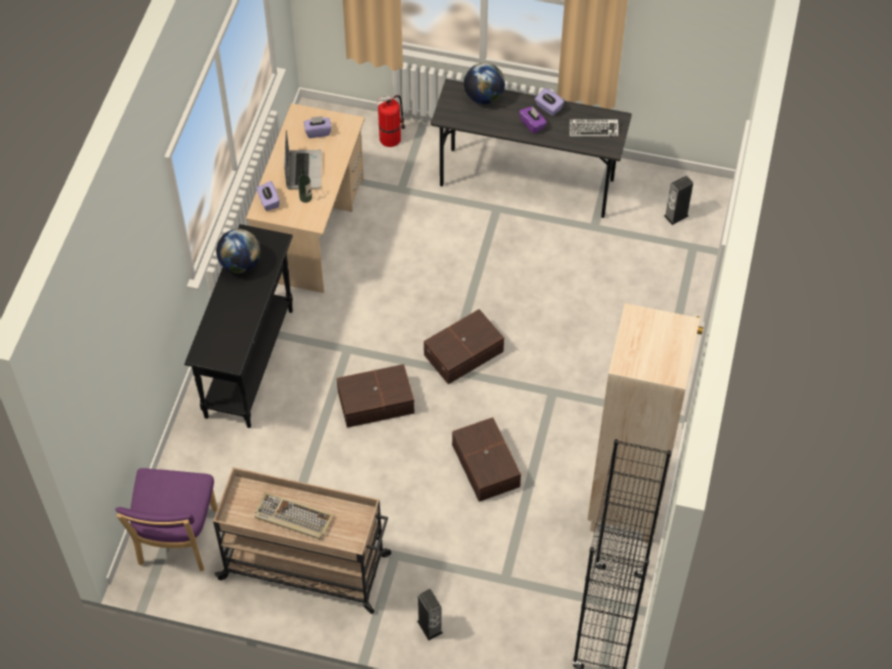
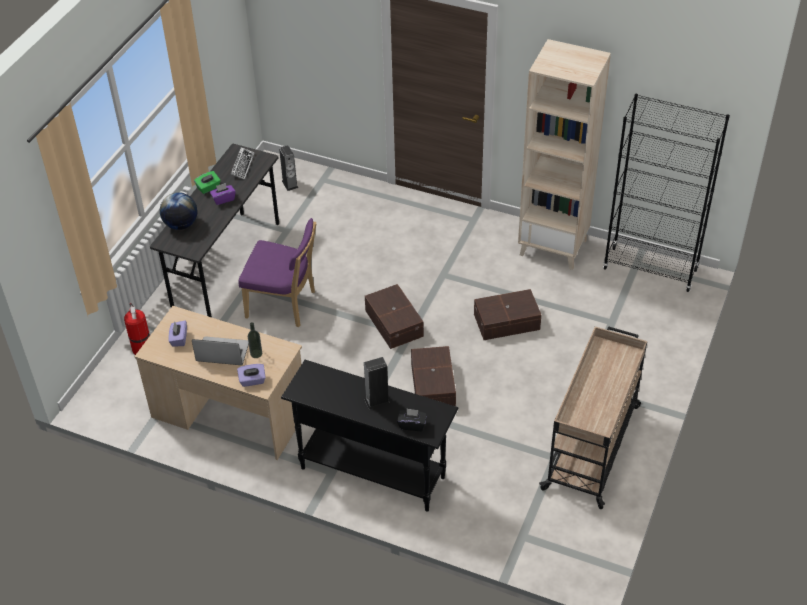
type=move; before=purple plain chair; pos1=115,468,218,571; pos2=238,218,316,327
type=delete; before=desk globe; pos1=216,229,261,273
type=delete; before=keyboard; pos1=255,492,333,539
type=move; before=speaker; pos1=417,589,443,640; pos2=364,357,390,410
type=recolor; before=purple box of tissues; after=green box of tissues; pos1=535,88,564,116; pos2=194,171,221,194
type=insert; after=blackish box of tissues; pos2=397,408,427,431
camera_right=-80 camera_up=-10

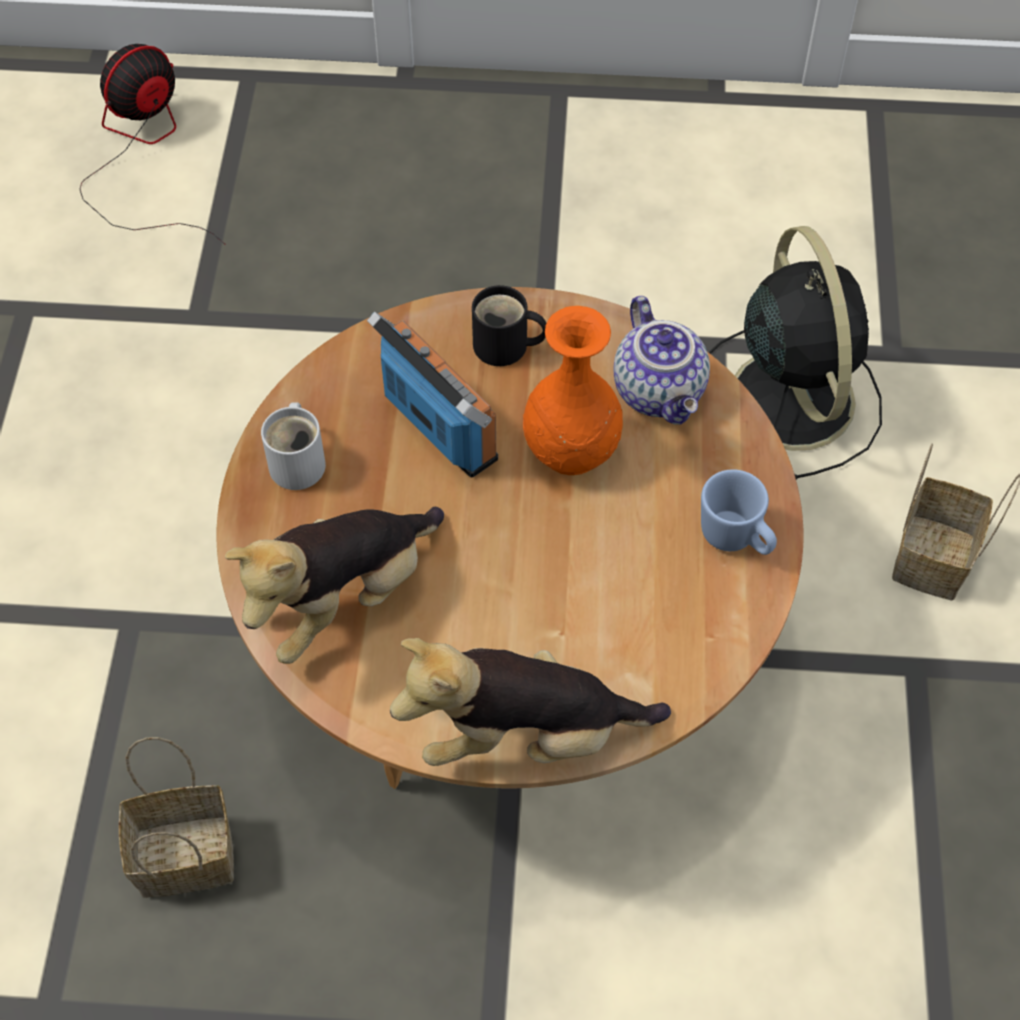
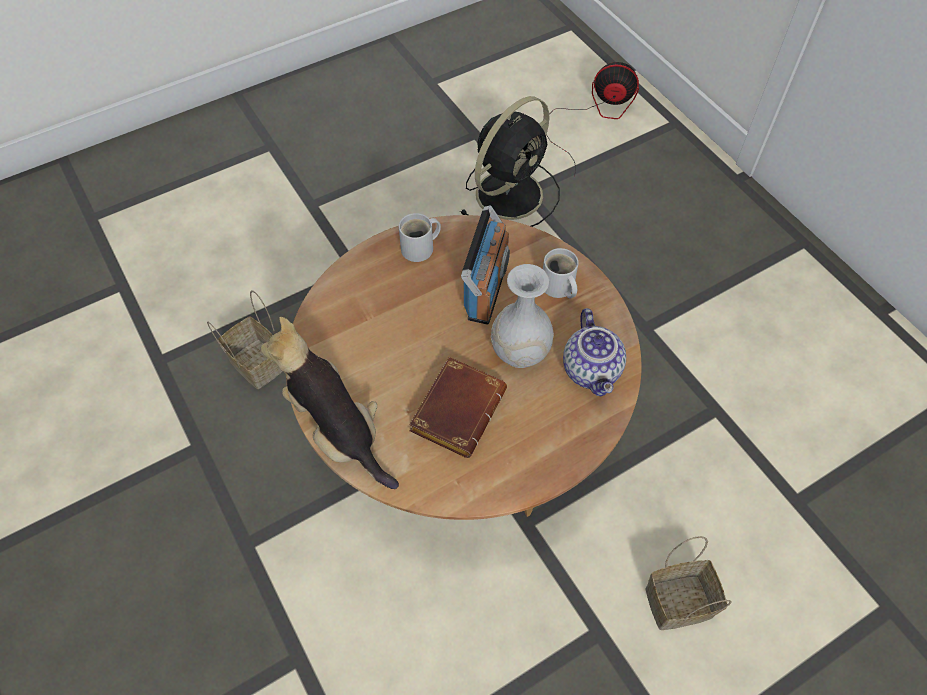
type=delete; before=plush toy; pos1=225,507,444,664
type=recolor; before=blackish mug; after=white mug; pos1=472,285,546,366; pos2=543,248,579,298
type=recolor; before=orangey flower vase; after=white flower vase; pos1=523,306,623,475; pos2=491,264,554,368
type=rotate; before=pot for tea; pos1=613,296,710,425; pos2=563,308,626,396; turn=-45
type=delete; before=bluish mug; pos1=701,469,777,555
type=move; before=blackish fan; pos1=709,226,882,480; pos2=460,96,560,227
type=insert; after=brown-coloured bound book; pos2=409,357,507,458
camera_right=55 camera_up=0

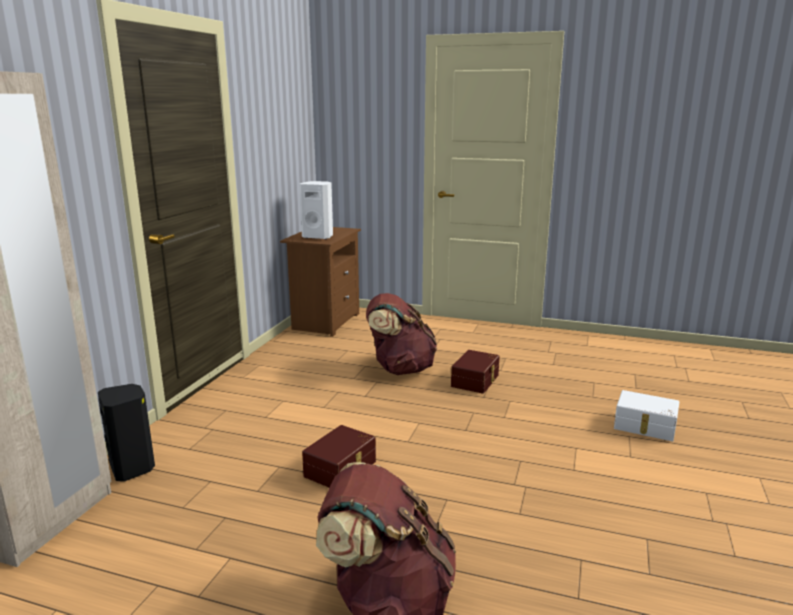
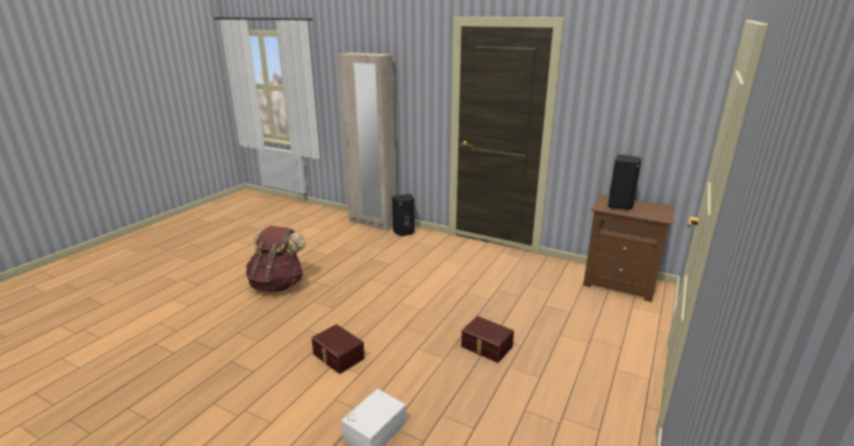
type=recolor; before=white speaker; after=blackish speaker; pos1=299,181,333,239; pos2=608,154,642,210
type=move; before=brown-coloured storage container; pos1=302,425,376,488; pos2=312,324,365,374
type=delete; before=brown-coloured rucksack; pos1=366,293,437,375
camera_right=100 camera_up=5

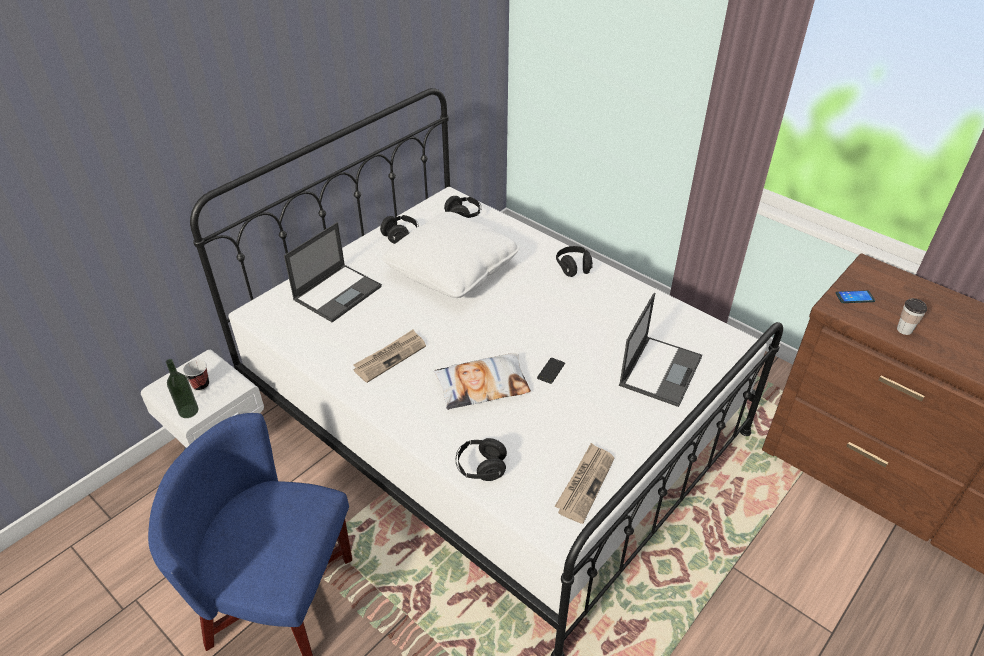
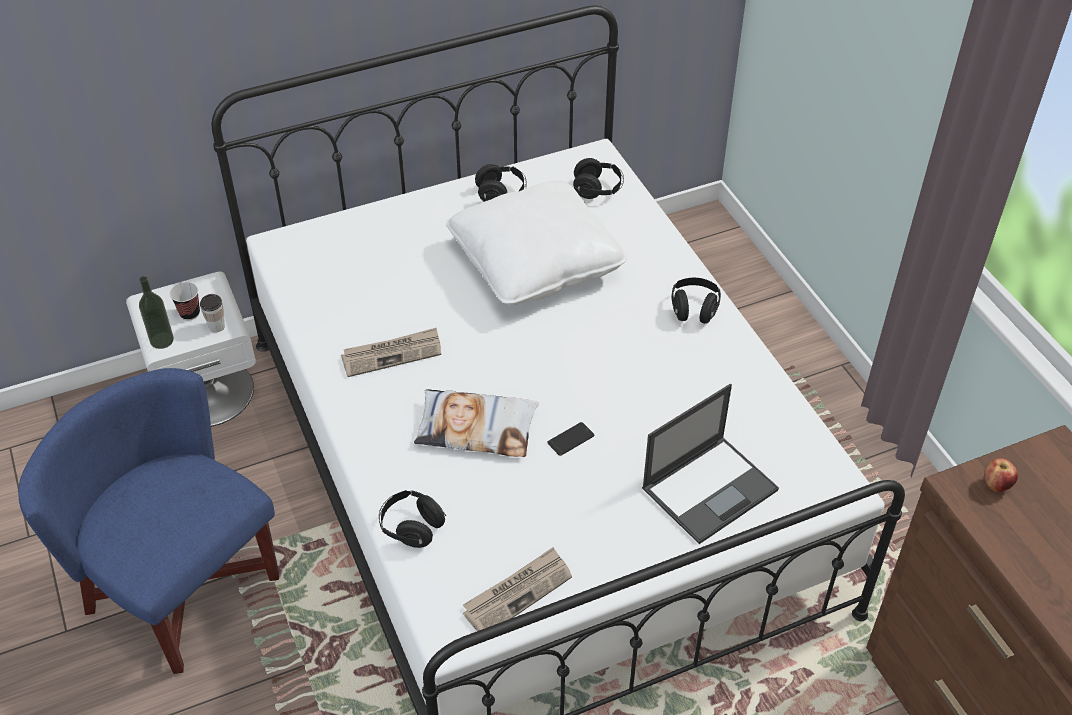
type=delete; before=notebook computer; pos1=284,222,382,322
type=replace; before=phone; after=apple fruit; pos1=836,290,875,303; pos2=985,458,1018,492
type=move; before=drinking cup; pos1=897,298,927,335; pos2=200,294,225,333
camera_right=25 camera_up=5

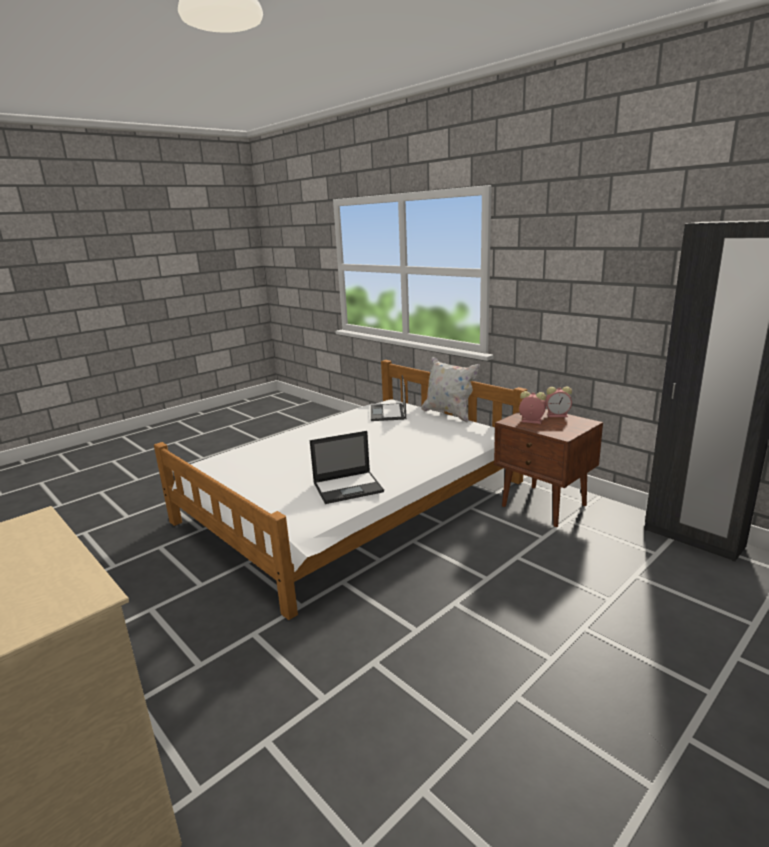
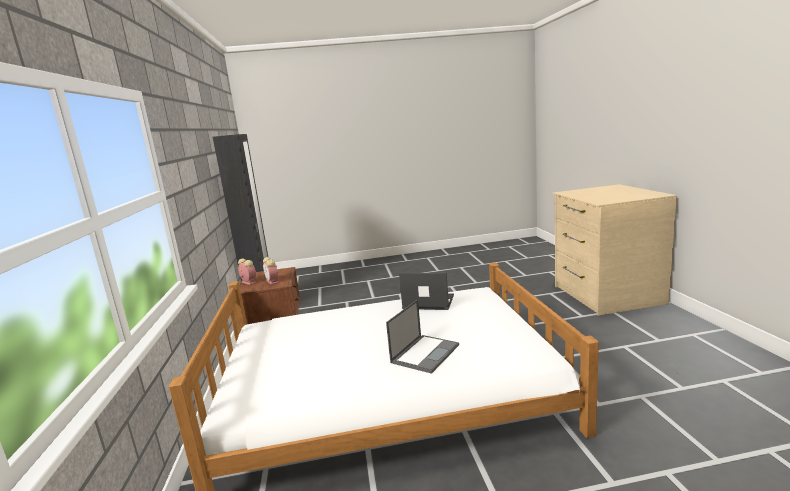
type=move; before=notebook computer; pos1=371,375,406,421; pos2=386,300,459,374
type=delete; before=white pillow; pos1=421,357,480,422
camera_right=-145 camera_up=-5

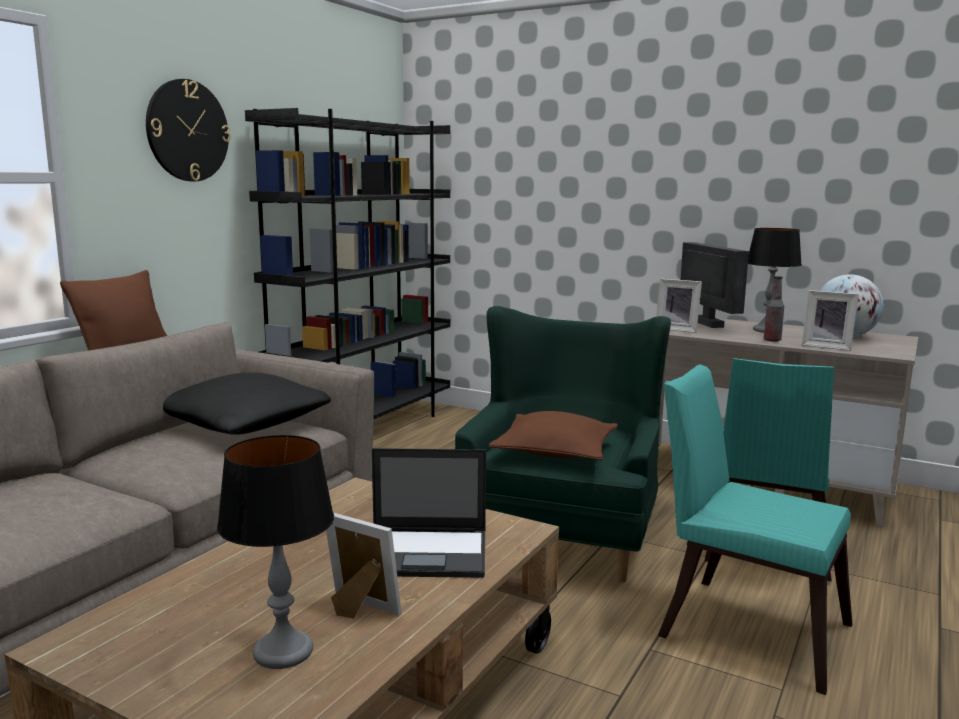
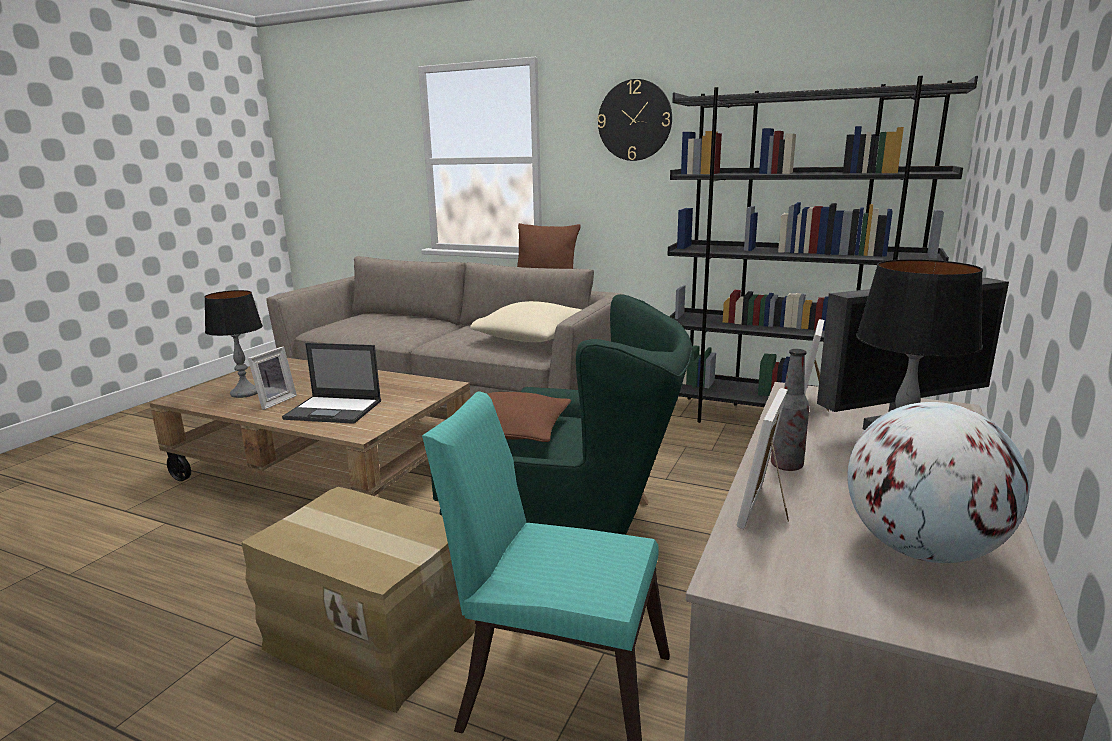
type=recolor; before=blackish pillow; after=beige-coloured pillow; pos1=163,372,331,435; pos2=470,301,582,342
type=rotate; before=notebook computer; pos1=372,448,486,578; pos2=282,343,381,424; turn=-75
type=replace; before=turquoise-coloured plain chair; after=carton; pos1=658,364,853,695; pos2=241,487,476,713
camera_right=85 camera_up=5

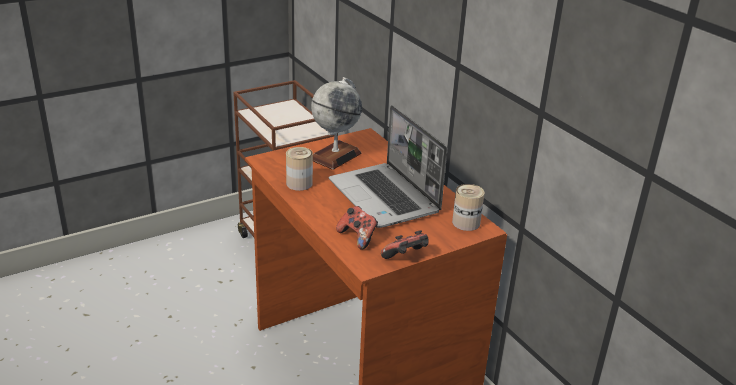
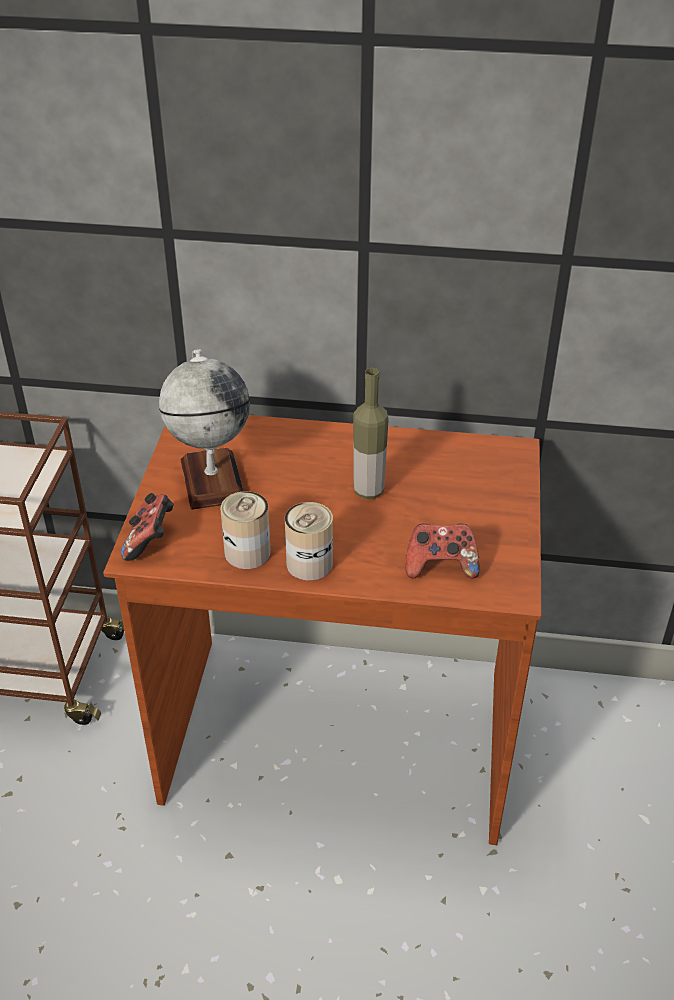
type=replace; before=notebook computer; after=bottle; pos1=329,105,447,228; pos2=353,368,389,499
type=move; before=joypad; pos1=381,230,428,259; pos2=121,493,174,561
type=move; before=metal can; pos1=452,184,484,231; pos2=285,502,333,580
camera_right=-50 camera_up=10

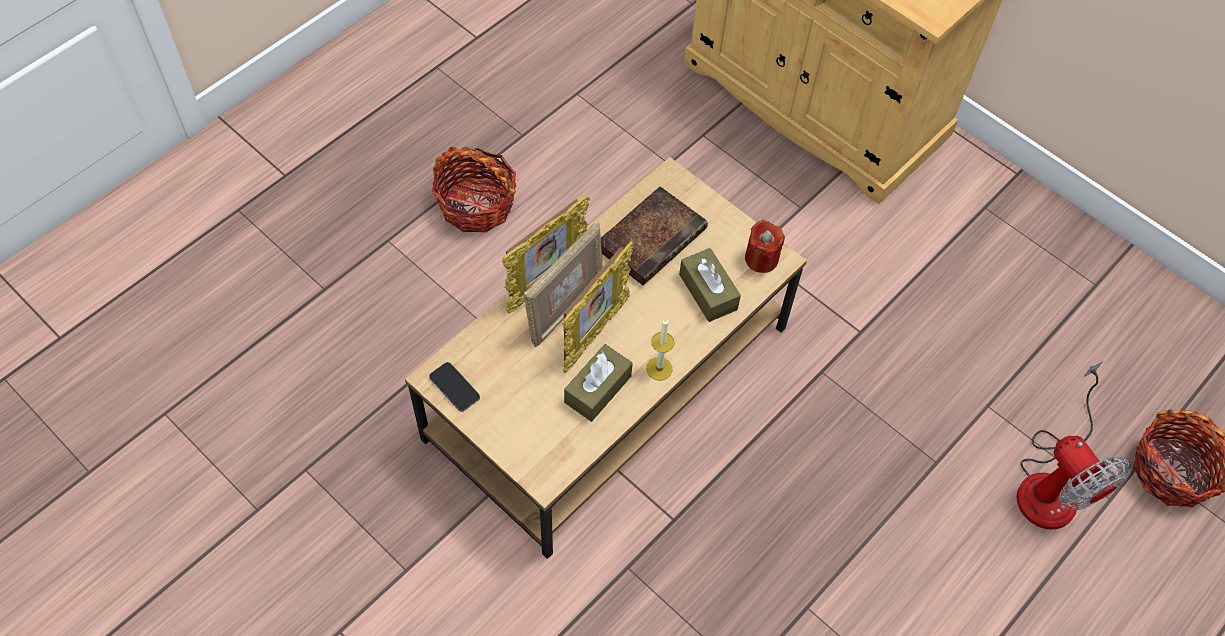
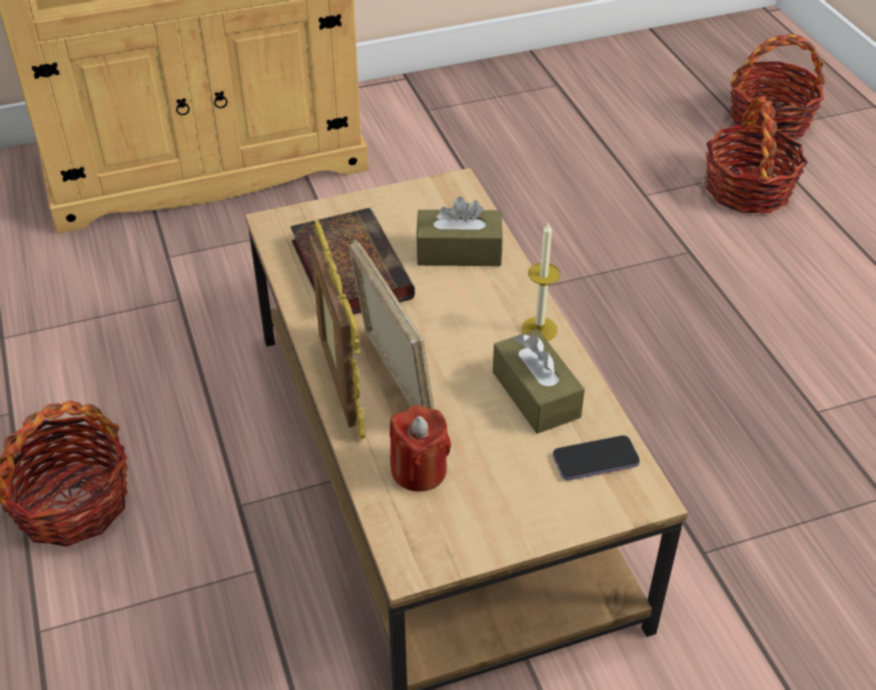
type=move; before=phone; pos1=429,362,480,412; pos2=553,435,640,480
type=delete; before=picture frame; pos1=562,242,634,373
type=move; before=red wax light; pos1=745,220,785,273; pos2=390,405,451,491
type=replace; before=fan; after=household basket; pos1=1017,361,1131,530; pos2=706,96,808,213
camera_right=-60 camera_up=-15

